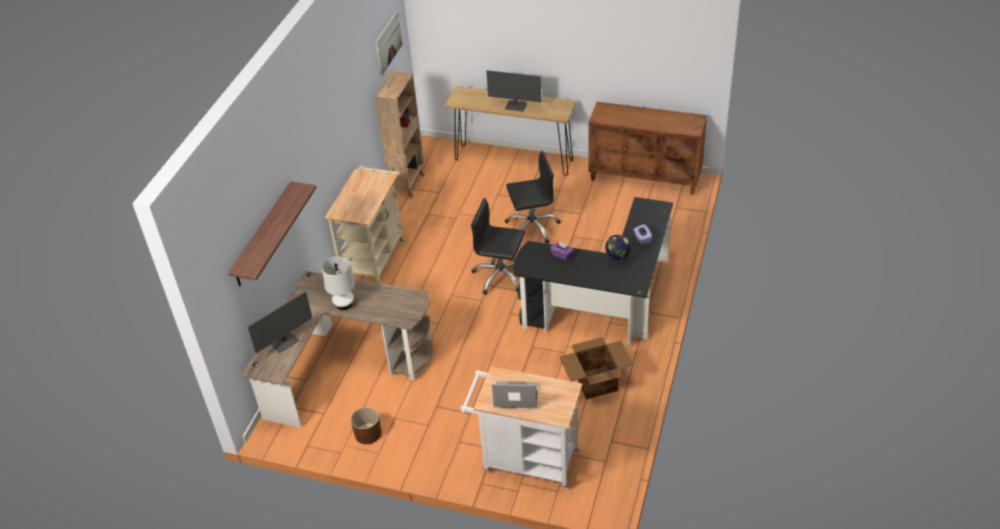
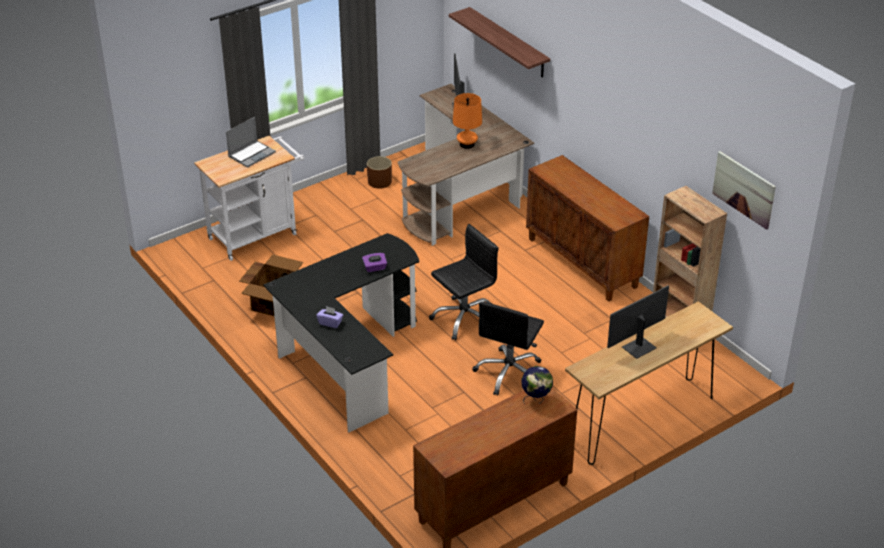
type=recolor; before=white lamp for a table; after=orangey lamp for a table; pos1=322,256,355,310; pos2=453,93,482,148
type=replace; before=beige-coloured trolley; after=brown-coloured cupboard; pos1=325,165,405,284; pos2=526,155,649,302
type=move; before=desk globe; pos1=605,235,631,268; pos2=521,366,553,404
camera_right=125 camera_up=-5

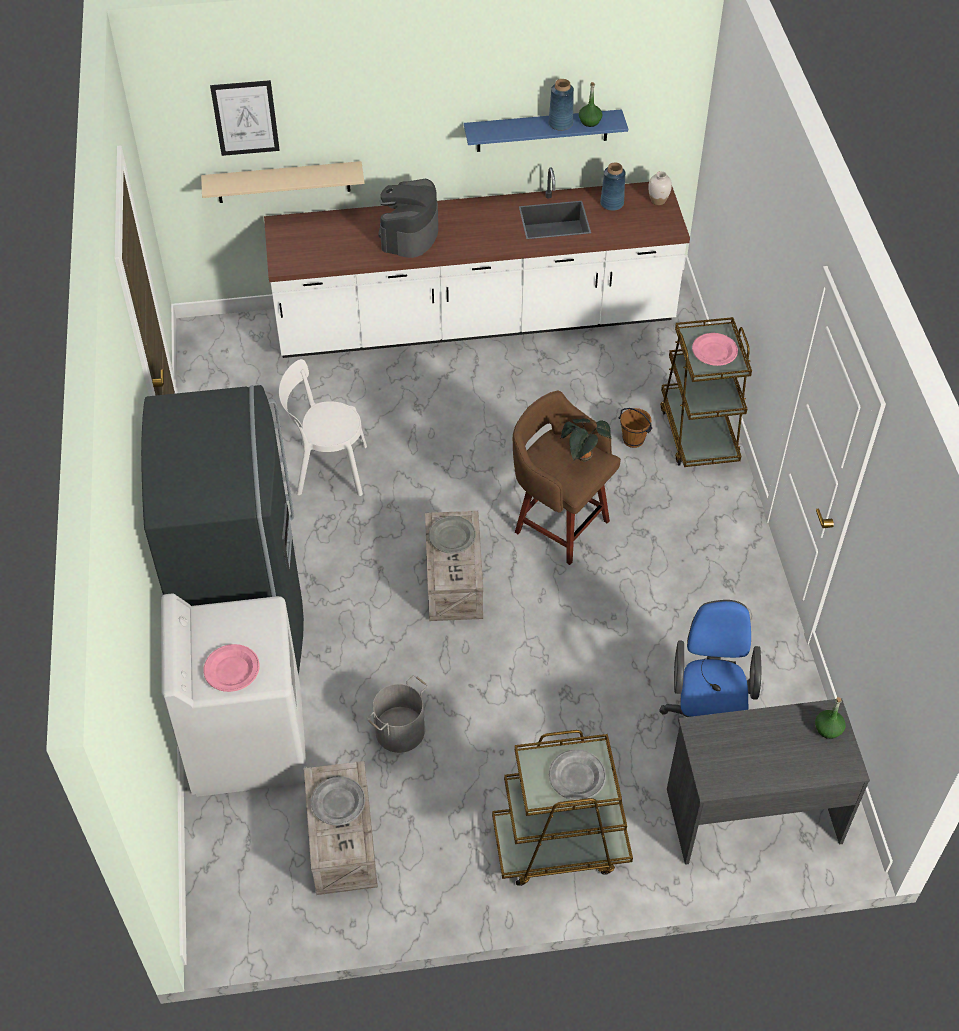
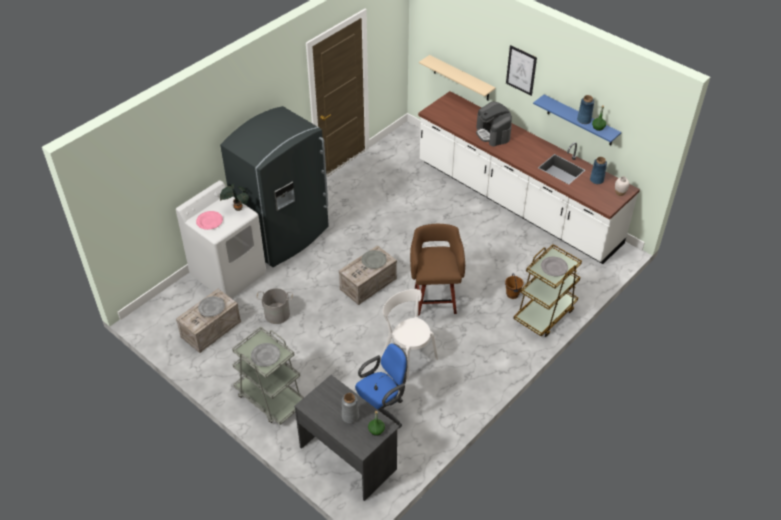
type=move; before=wall picture; pos1=210,80,280,156; pos2=506,45,537,96
type=move; before=white plain chair; pos1=279,359,367,496; pos2=382,289,438,380
type=rotate; before=coffee brewer; pos1=378,179,438,258; pos2=476,102,512,147; turn=-90
type=recolor; before=brown-coloured trolley; after=gray trolley; pos1=492,730,633,886; pos2=232,327,304,425
type=move; before=potted plant; pos1=561,418,611,462; pos2=220,184,249,211
type=recolor; before=pink plate; after=gray plate; pos1=692,333,738,366; pos2=541,257,568,276
type=insert; after=gray flower vase; pos2=342,393,359,423
camera_right=50 camera_up=-5

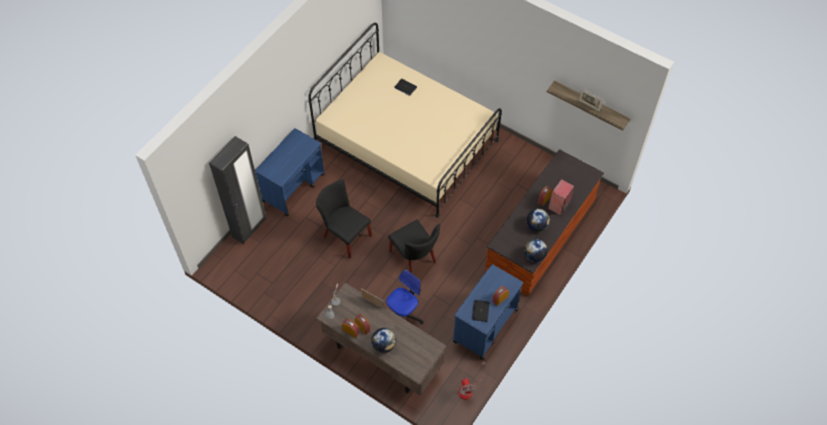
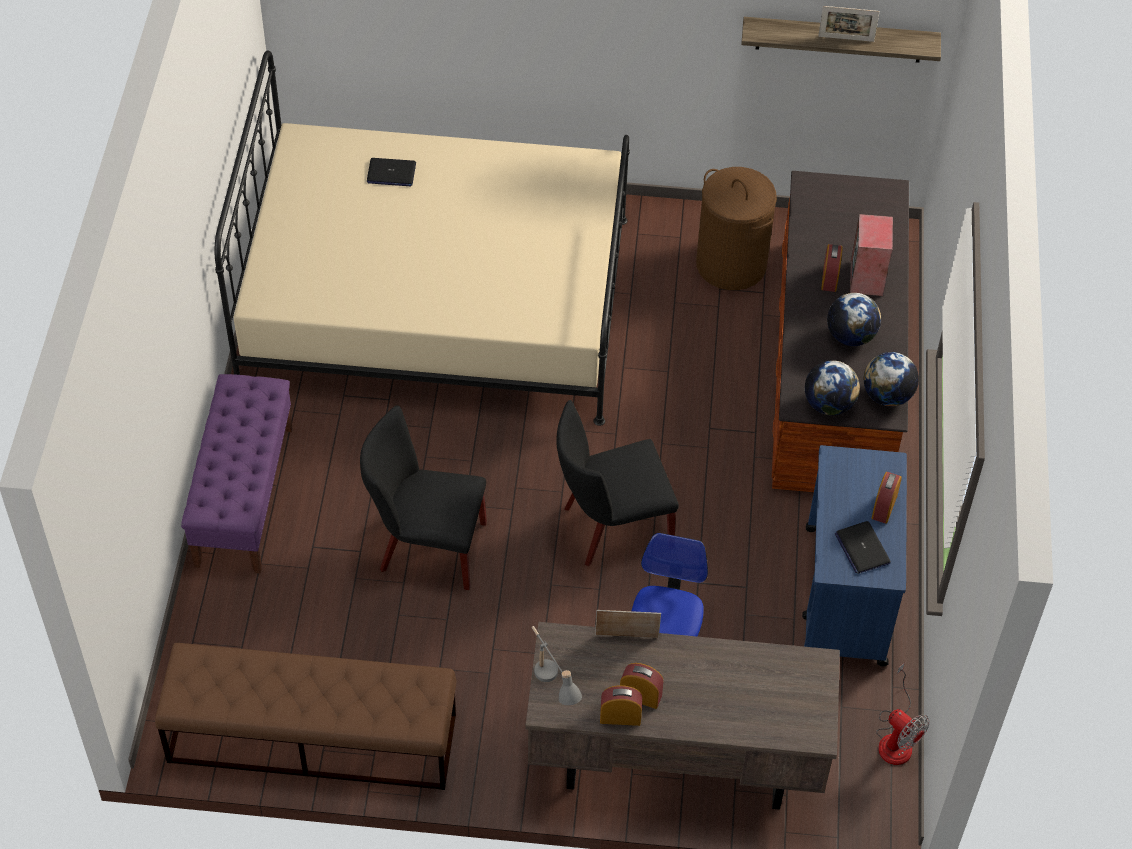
type=delete; before=blackish clothes cupboard; pos1=209,136,266,244
type=replace; before=bluish trolley; after=purple bench; pos1=255,128,325,216; pos2=181,374,293,574
type=move; before=desk globe; pos1=371,328,396,353; pos2=805,360,860,415
type=rotate; before=blackish plain chair; pos1=388,220,440,273; pos2=556,400,679,566; turn=135
type=insert; after=brown-coloured bench; pos2=155,643,457,790
type=insert; after=brown-coloured washing basket; pos2=696,167,777,290
camera_right=-30 camera_up=-5

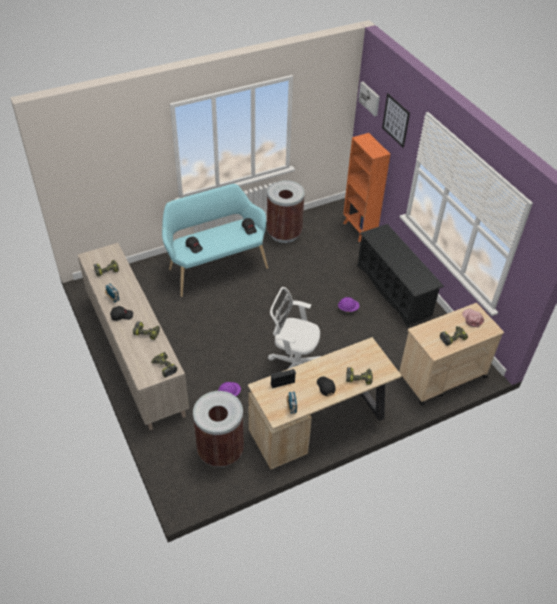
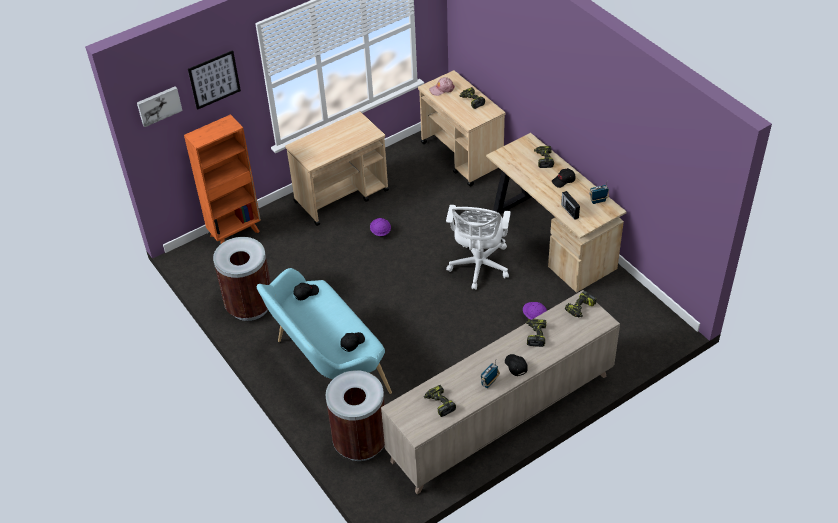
type=move; before=brown-coloured waste bin; pos1=193,391,244,467; pos2=325,370,385,461
type=replace; before=blackish shoe stand; after=beige-coloured trolley; pos1=358,224,444,327; pos2=285,111,389,226
camera_right=-95 camera_up=0

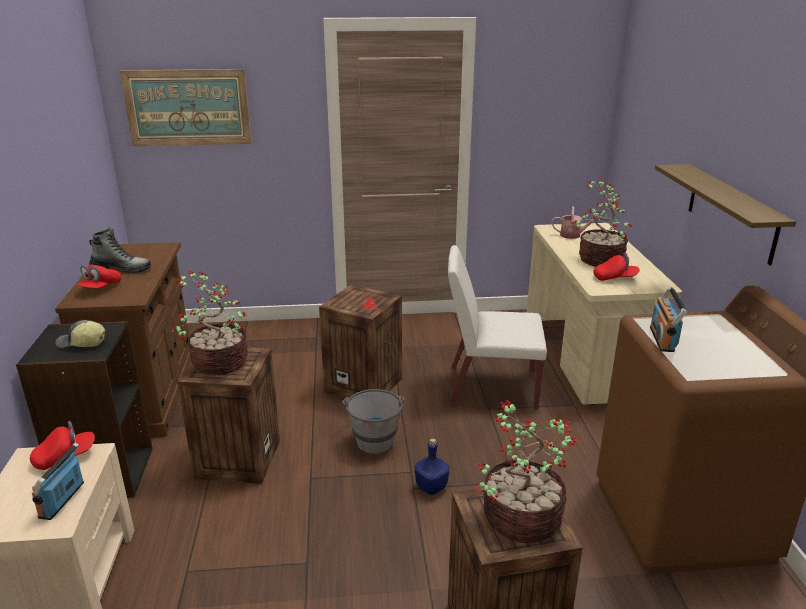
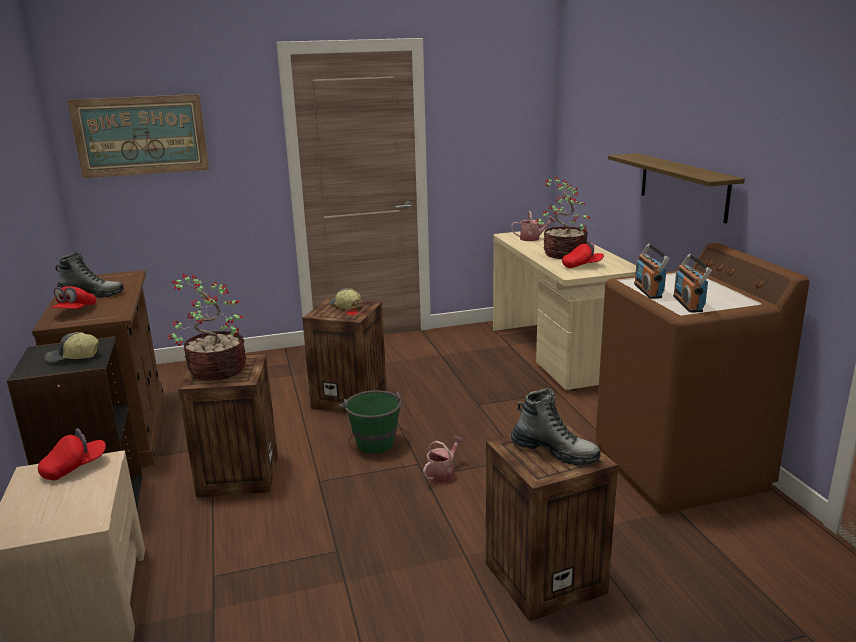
type=move; before=radio; pos1=32,443,84,520; pos2=673,254,712,313
type=recolor; before=gray pail; after=green pail; pos1=342,389,405,454; pos2=339,390,402,454
type=replace; before=bluish bottle; after=watering can; pos1=415,438,450,495; pos2=423,436,464,483
type=delete; before=white plain chair; pos1=448,245,547,410
type=replace; before=potted plant; after=tall boot; pos1=477,399,579,543; pos2=511,388,601,466
type=insert; after=baseball cap; pos2=329,288,361,310
camera_right=-10 camera_up=-5

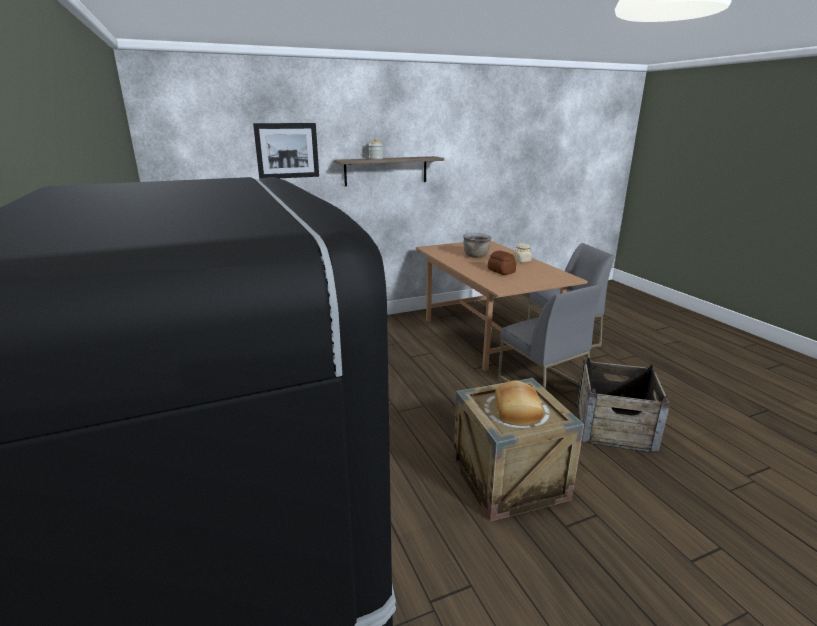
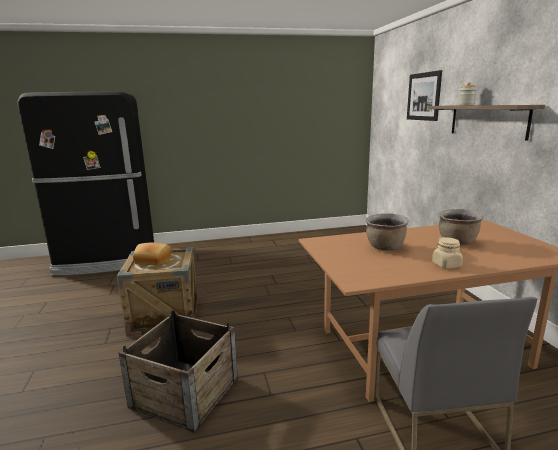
type=replace; before=baked bread; after=brown-coloured cooking pot; pos1=488,251,516,275; pos2=365,214,409,251
type=delete; before=gray plain chair; pos1=498,284,603,389
camera_right=100 camera_up=-5

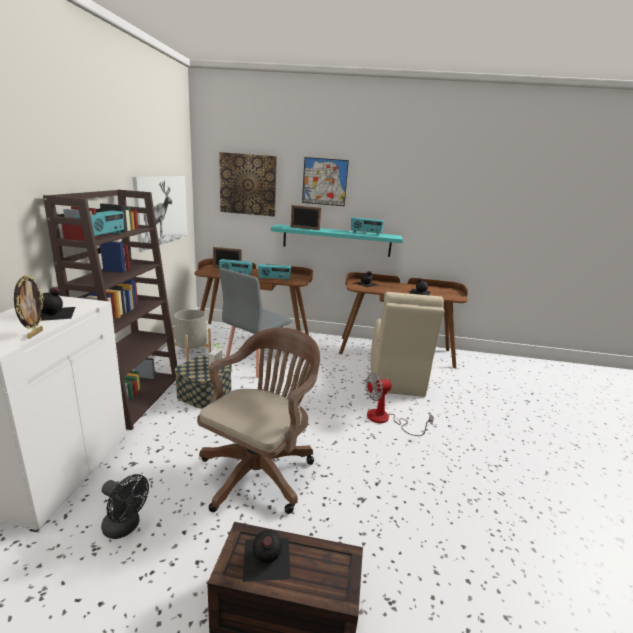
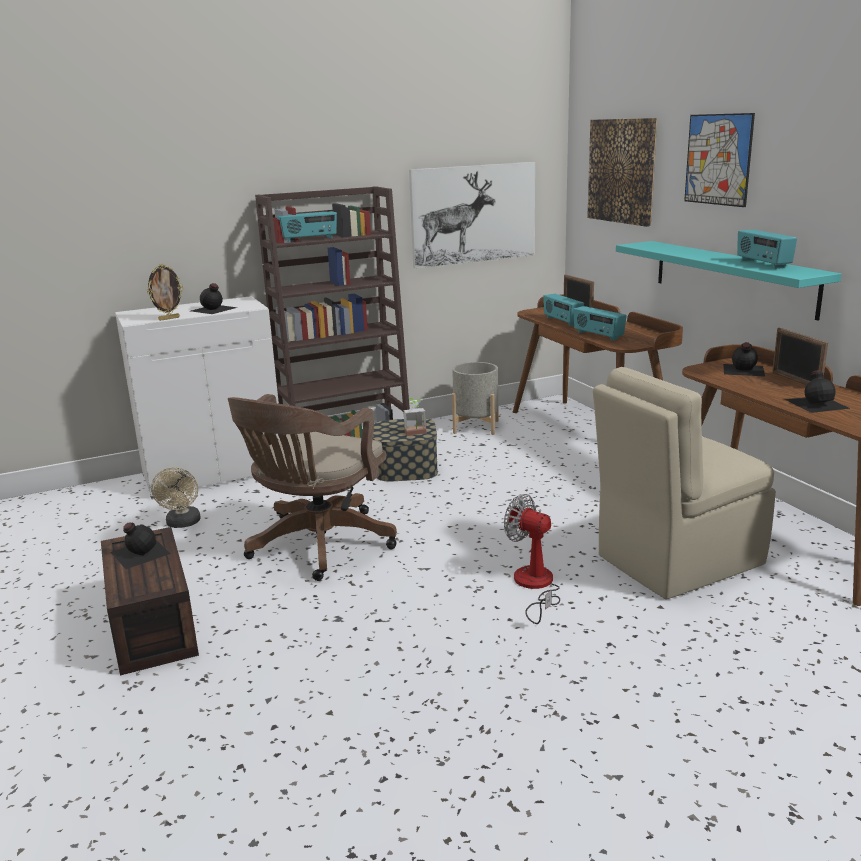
type=recolor; before=blackish fan; after=beige-coloured fan; pos1=101,474,149,539; pos2=151,467,201,528
type=rotate; before=brown-coloured desk chair; pos1=197,328,320,514; pos2=228,394,397,581; turn=120
type=delete; before=gray plain chair; pos1=219,268,292,378
type=move; before=picture frame; pos1=291,205,321,230; pos2=772,328,828,385
camera_right=60 camera_up=0

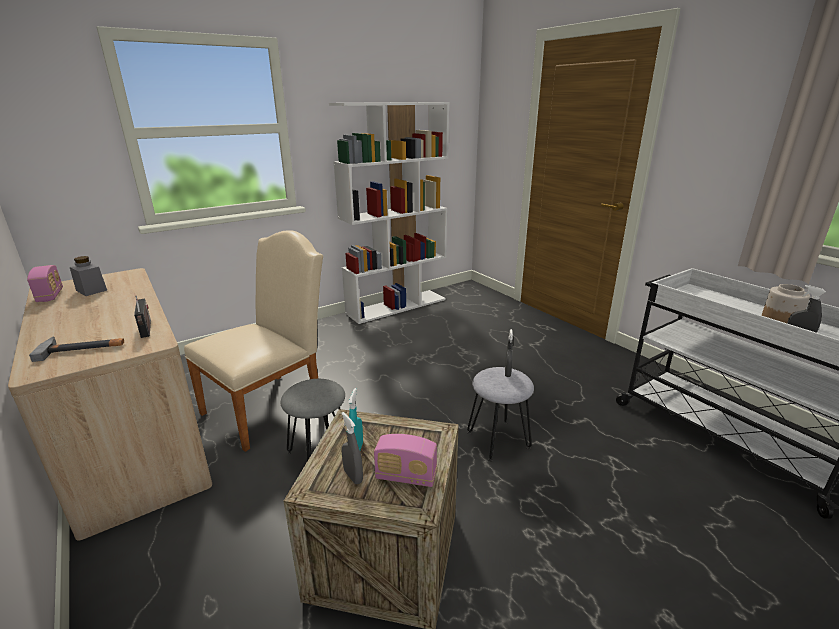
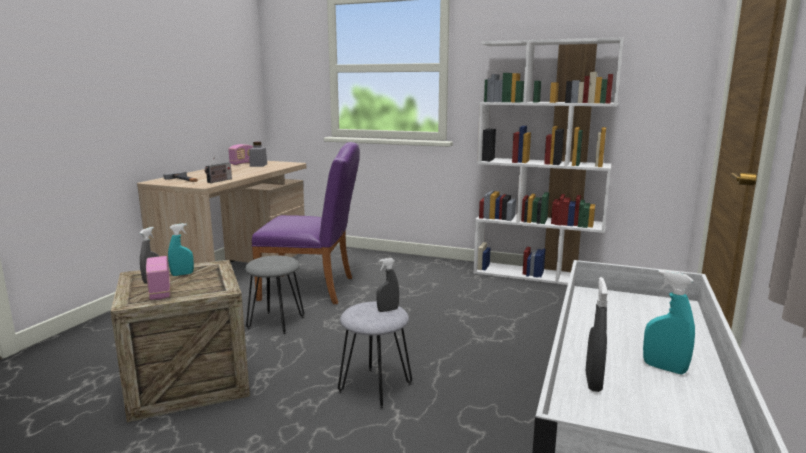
type=recolor; before=beige-coloured plain chair; after=purple plain chair; pos1=184,230,323,452; pos2=251,142,360,304
type=replace; before=jar; after=turquoise-coloured sprayer; pos1=762,284,810,323; pos2=643,270,695,374
camera_right=55 camera_up=-10

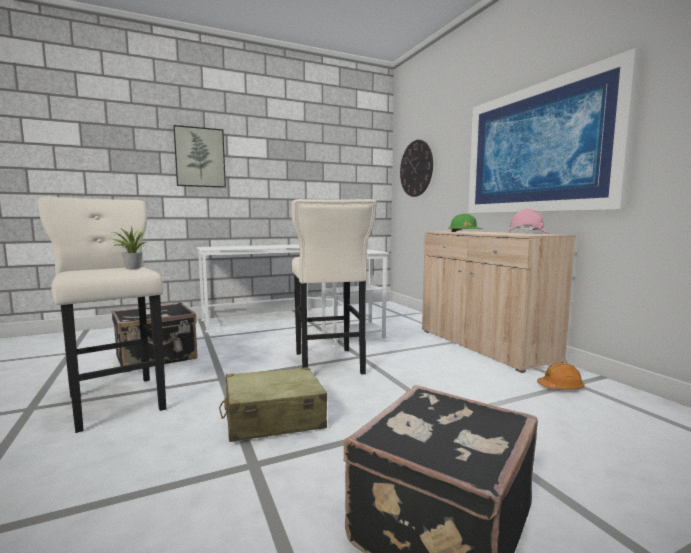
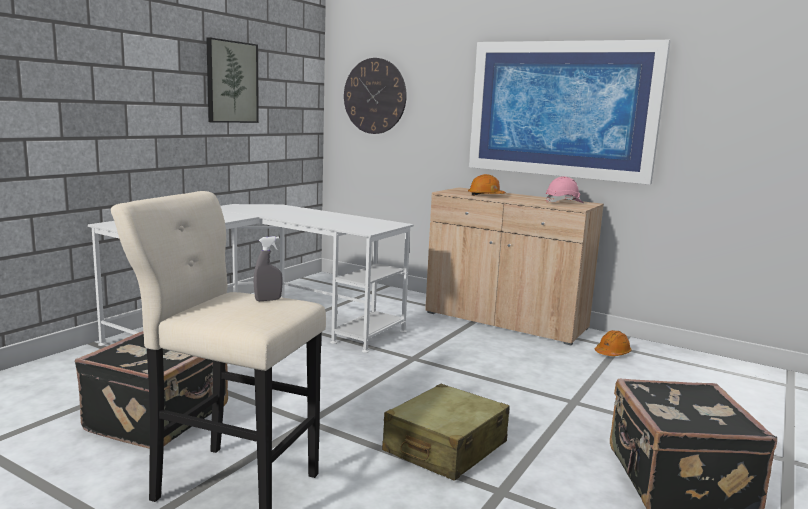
type=replace; before=potted plant; after=gray sprayer; pos1=108,227,146,269; pos2=253,236,283,301
type=move; before=wall picture; pos1=173,125,226,188; pos2=206,37,259,123
type=delete; before=beige-coloured stool; pos1=291,199,377,375
type=recolor; before=green safety helmet; after=orangey safety helmet; pos1=448,214,482,232; pos2=468,174,506,196
camera_right=-35 camera_up=5

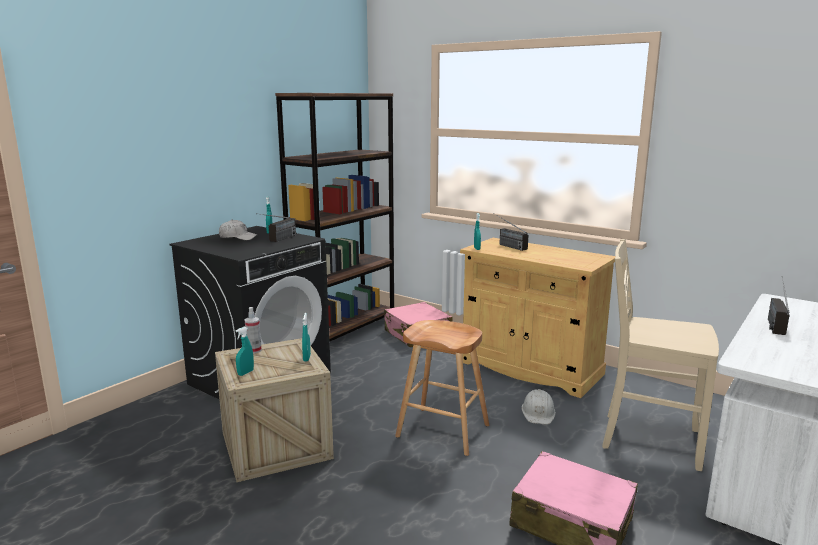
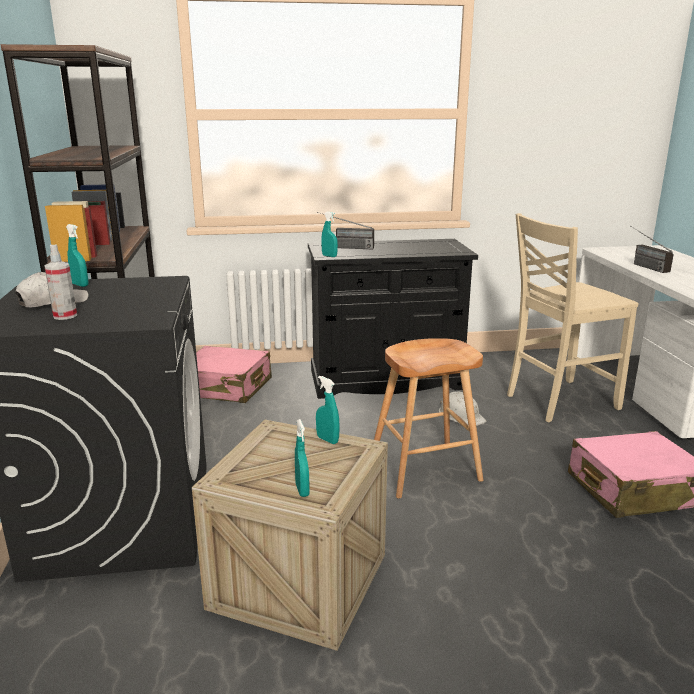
type=move; before=sprayer; pos1=245,307,262,353; pos2=44,244,77,320
type=delete; before=radio; pos1=256,213,296,242
type=recolor; before=beige-coloured cupboard; after=blackish cupboard; pos1=460,238,615,398; pos2=308,239,478,399
camera_right=-45 camera_up=5

